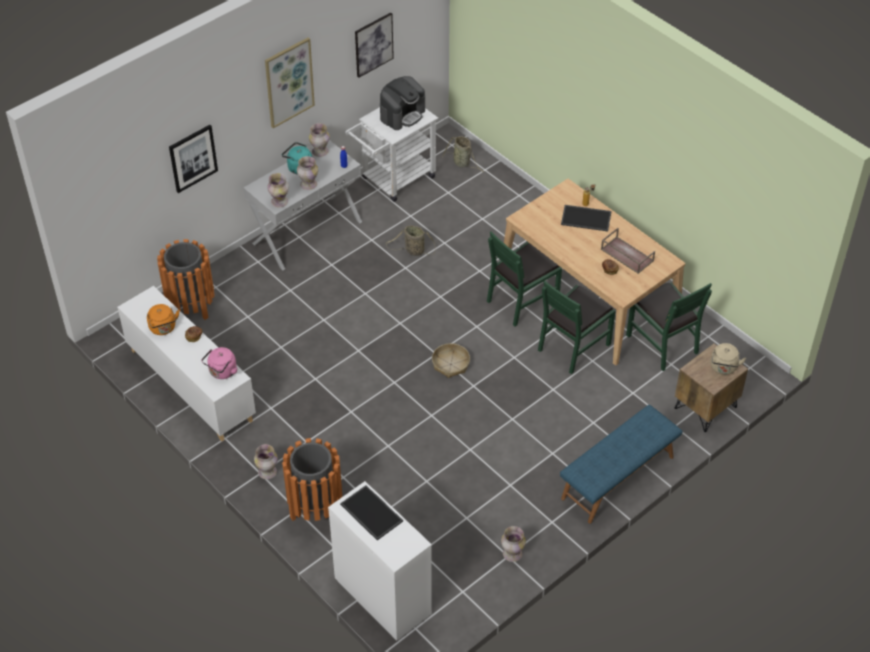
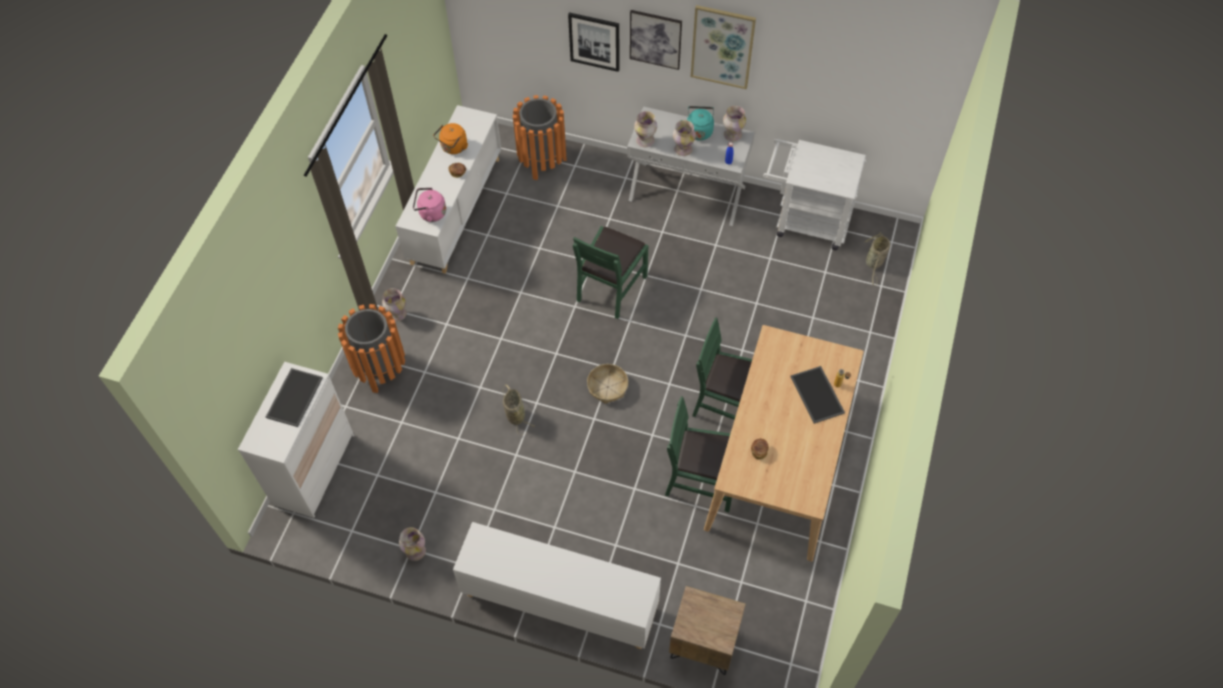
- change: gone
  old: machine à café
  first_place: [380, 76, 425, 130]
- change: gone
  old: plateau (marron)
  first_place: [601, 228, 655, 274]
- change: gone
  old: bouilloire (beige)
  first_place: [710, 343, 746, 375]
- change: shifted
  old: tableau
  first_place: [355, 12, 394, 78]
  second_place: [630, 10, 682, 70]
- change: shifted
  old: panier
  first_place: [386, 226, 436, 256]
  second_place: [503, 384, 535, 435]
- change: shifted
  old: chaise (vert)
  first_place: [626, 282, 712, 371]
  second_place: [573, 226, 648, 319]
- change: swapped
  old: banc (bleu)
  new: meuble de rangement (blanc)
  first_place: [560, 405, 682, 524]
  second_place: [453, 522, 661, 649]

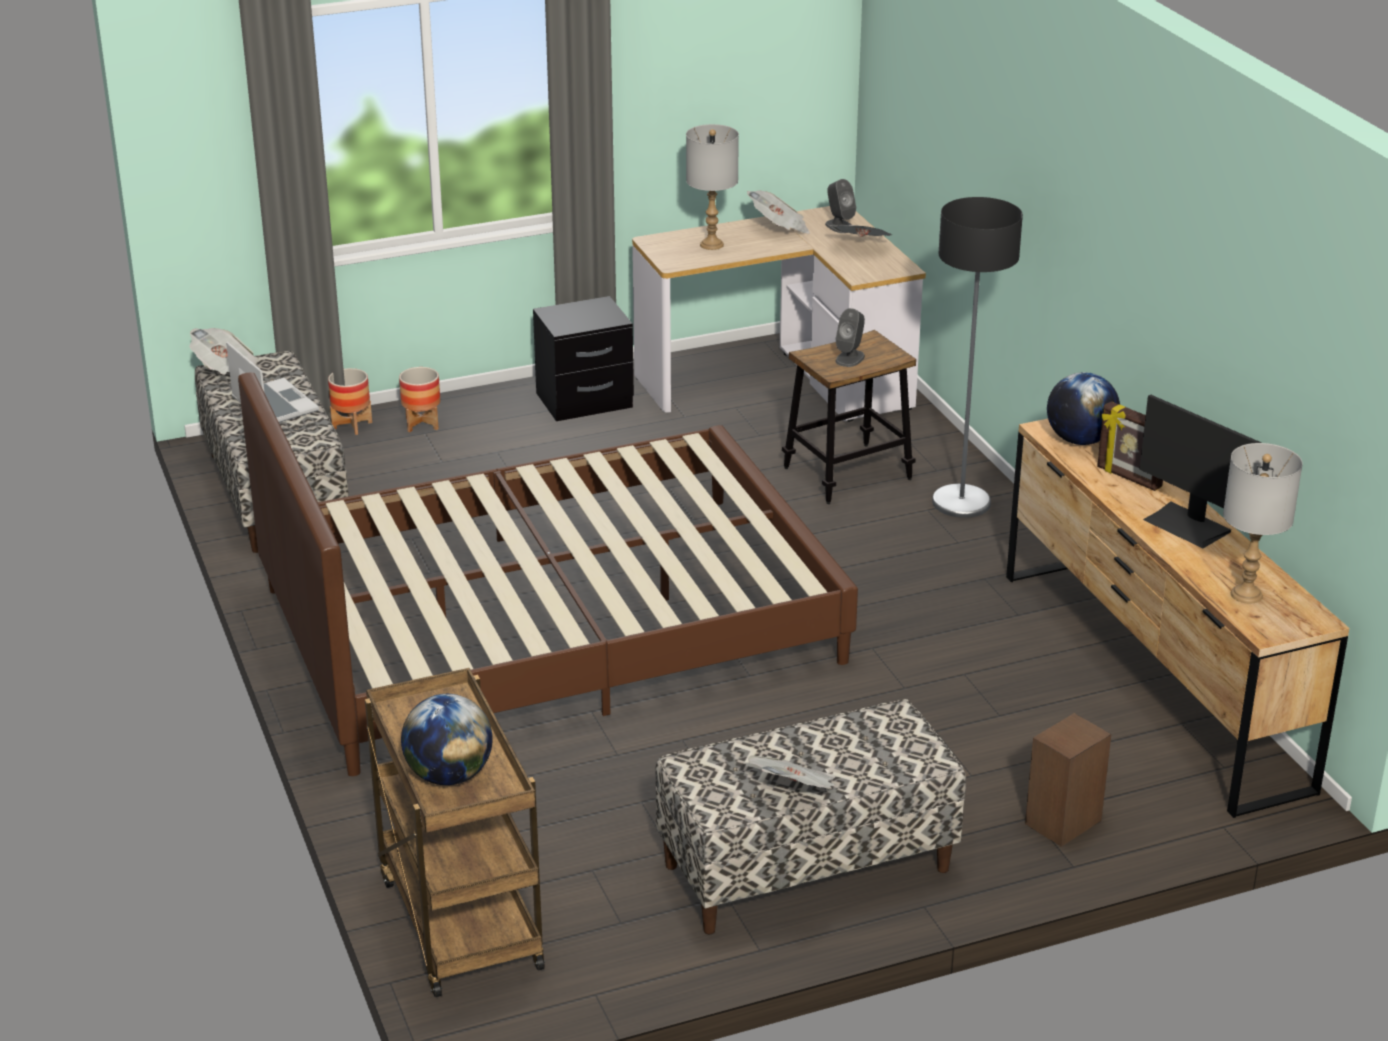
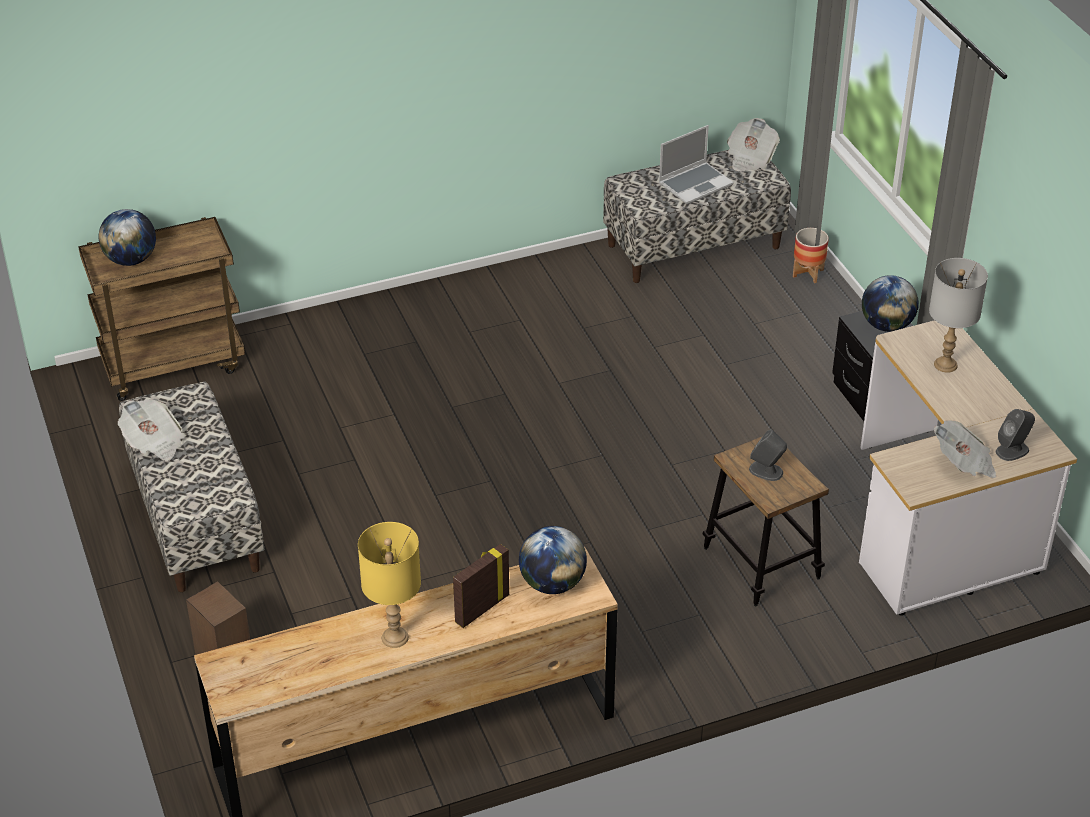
- change: gone
  old: lit (marron)
  first_place: [238, 372, 858, 776]
- change: gone
  old: cache-pot
  first_place: [399, 367, 440, 432]
- change: gone
  old: journal
  first_place: [747, 190, 810, 234]
- change: gone
  old: lampadaire
  first_place: [932, 197, 1023, 518]
- change: gone
  old: lampe de table (gris)
  first_place: [1223, 443, 1303, 604]
- change: new
  new: globe
  second_place: [862, 275, 919, 332]
- change: swapped
  old: écran d'ordinateur
  new: lampe de table (jaune)
  first_place: [1139, 395, 1262, 548]
  second_place: [358, 522, 421, 648]

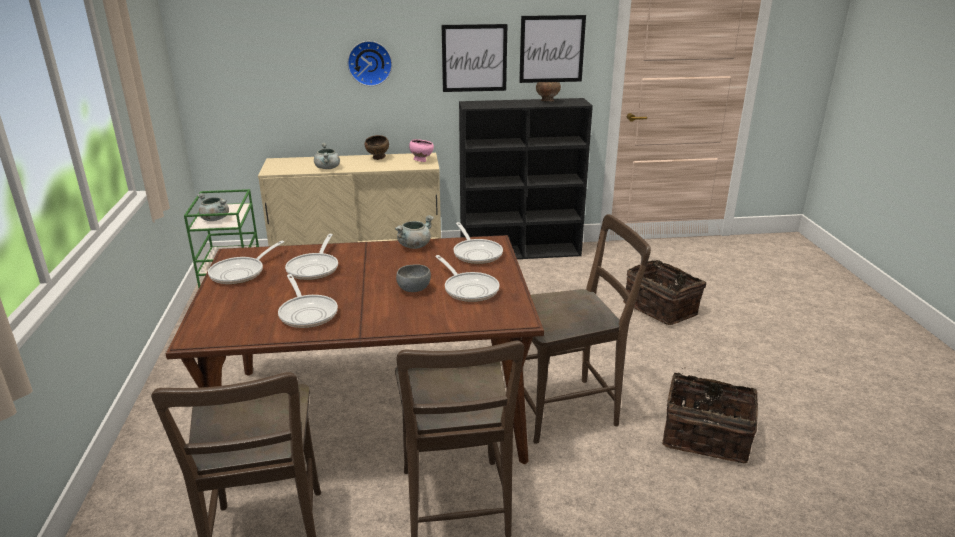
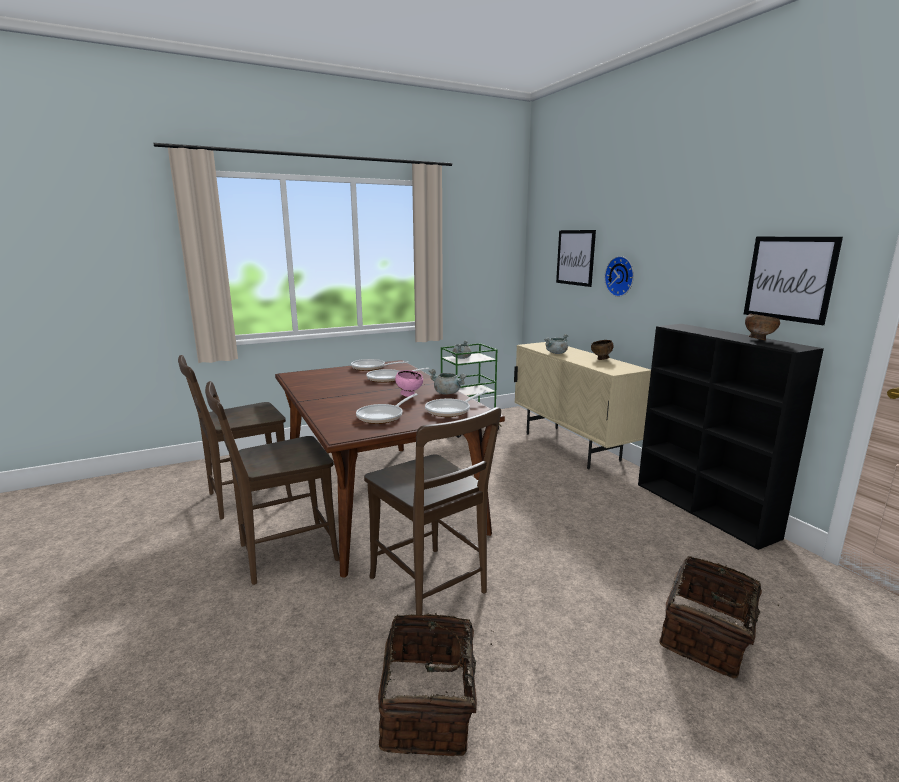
- change: gone
  old: poêle
  first_place: [278, 274, 338, 328]
- change: gone
  old: bol (gris)
  first_place: [396, 264, 431, 292]
- change: shifted
  old: bol (rose)
  first_place: [409, 139, 434, 162]
  second_place: [395, 370, 423, 397]
- change: shifted
  old: tableau
  first_place: [442, 24, 507, 92]
  second_place: [556, 230, 596, 287]

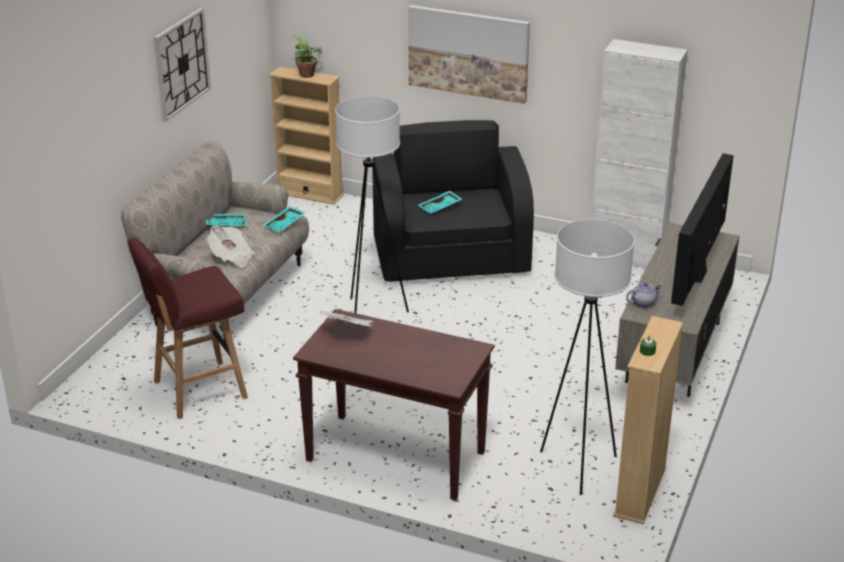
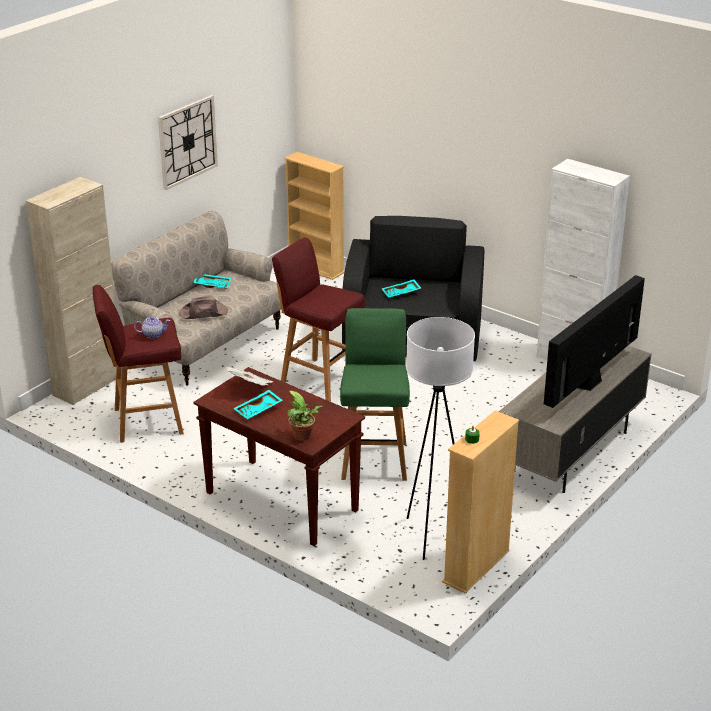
- change: gone
  old: tableau
  first_place: [408, 5, 530, 104]
- change: new
  new: meuble de rangement (beige)
  second_place: [26, 177, 116, 405]
- change: new
  new: tabouret (vert)
  second_place: [340, 308, 410, 481]
- change: shifted
  old: plateau (turquoise)
  first_place: [262, 206, 306, 232]
  second_place: [233, 390, 283, 419]
- change: shifted
  old: plante en pot
  first_place: [293, 36, 321, 78]
  second_place: [287, 391, 323, 441]
- change: shifted
  old: théière
  first_place: [626, 282, 663, 308]
  second_place: [134, 317, 170, 339]
- change: swapped
  old: journal
  new: chapeau (marron)
  first_place: [207, 226, 255, 268]
  second_place: [179, 295, 228, 319]
- change: swapped
  old: lampadaire (blanc)
  new: tabouret (rouge)
  first_place: [335, 96, 409, 313]
  second_place: [272, 237, 365, 401]

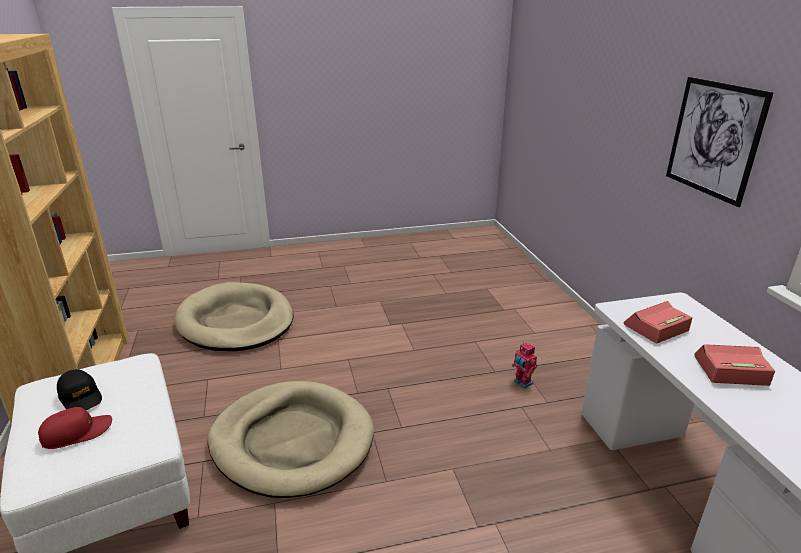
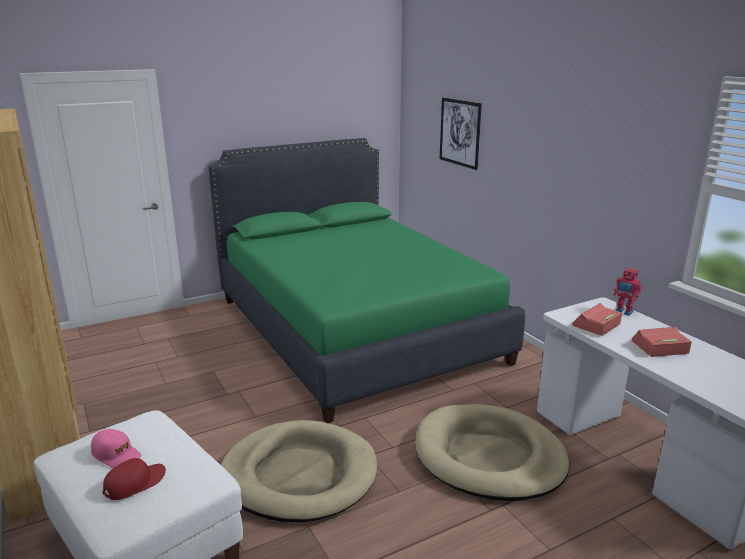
- change: new
  new: lit (vert)
  second_place: [208, 138, 525, 423]
- change: shifted
  old: panier pour chien (beige)
  first_place: [175, 282, 293, 351]
  second_place: [415, 404, 570, 501]
- change: shifted
  old: robot jouet
  first_place: [512, 342, 537, 389]
  second_place: [614, 267, 641, 316]
- change: shifted
  old: tableau
  first_place: [666, 77, 774, 207]
  second_place: [440, 98, 482, 170]
- change: repainted
  old: casquette (noir)
  new: casquette (rose)
  first_place: [57, 369, 102, 410]
  second_place: [91, 429, 141, 468]

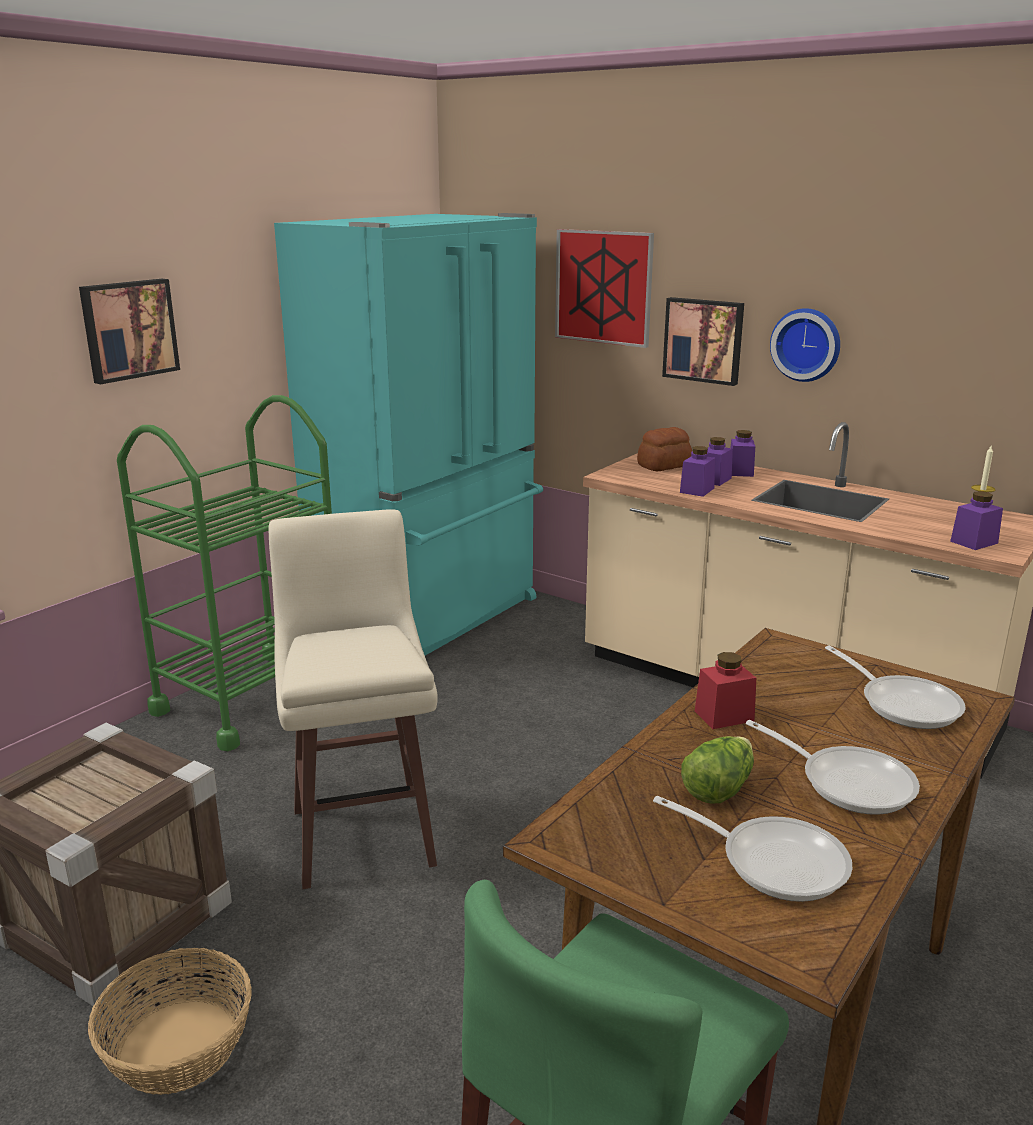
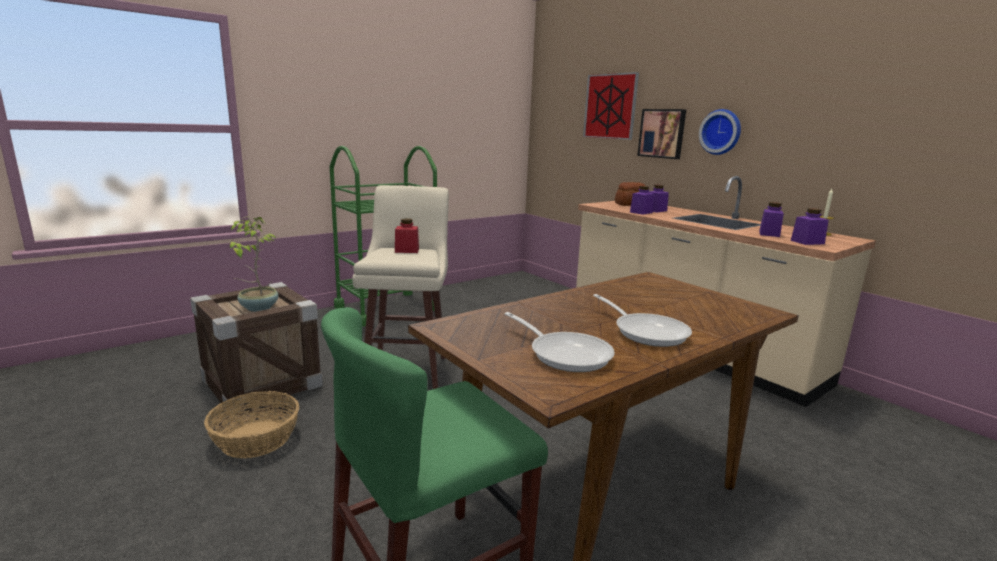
- change: gone
  old: tableau
  first_place: [79, 279, 180, 384]
- change: gone
  old: réfrigérateur (turquoise)
  first_place: [274, 213, 543, 656]
- change: gone
  old: laitue
  first_place: [681, 736, 754, 803]
- change: gone
  old: poêle
  first_place: [825, 646, 966, 729]
- change: new
  new: plante en pot
  second_place: [230, 216, 278, 312]
- change: shifted
  old: bocal (rouge)
  first_place: [695, 652, 756, 729]
  second_place: [395, 218, 419, 253]
- change: shifted
  old: bocal (violet)
  first_place: [730, 430, 755, 477]
  second_place: [759, 202, 784, 237]

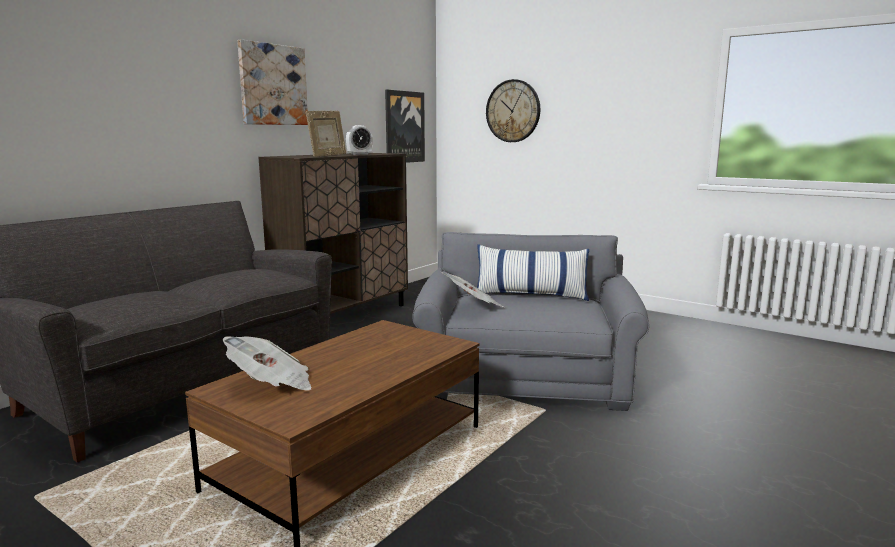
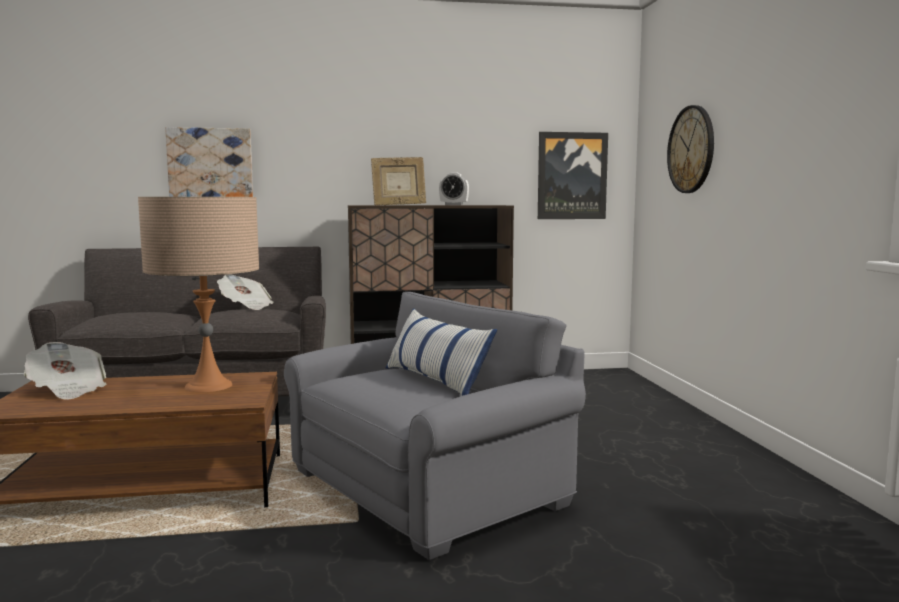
- change: new
  new: lampe de table (beige)
  second_place: [138, 197, 259, 392]
- change: shifted
  old: tableau
  first_place: [237, 39, 308, 125]
  second_place: [165, 127, 253, 197]
- change: shifted
  old: journal
  first_place: [441, 272, 504, 307]
  second_place: [217, 275, 274, 310]

